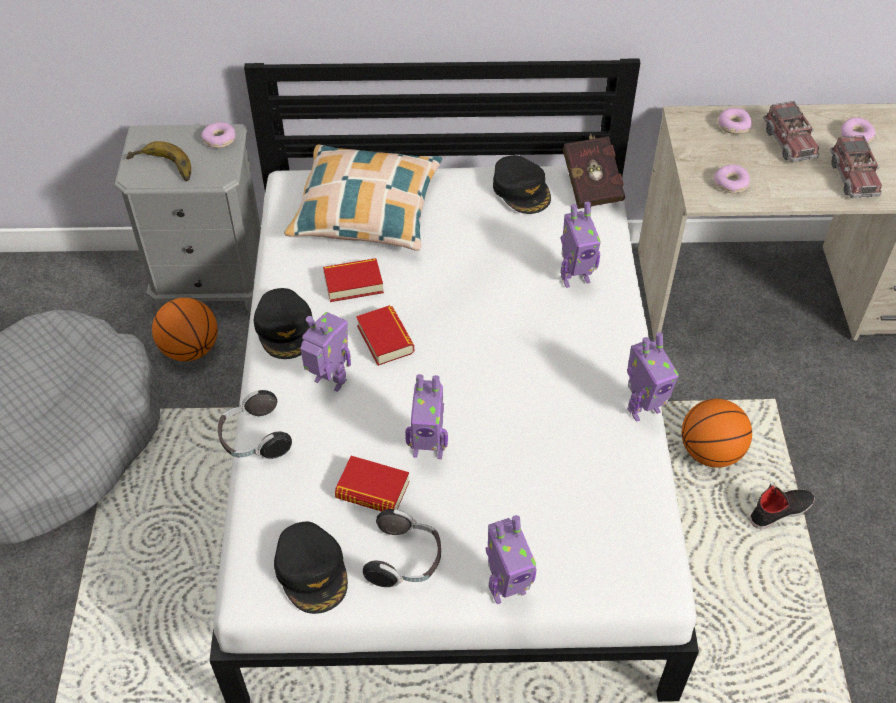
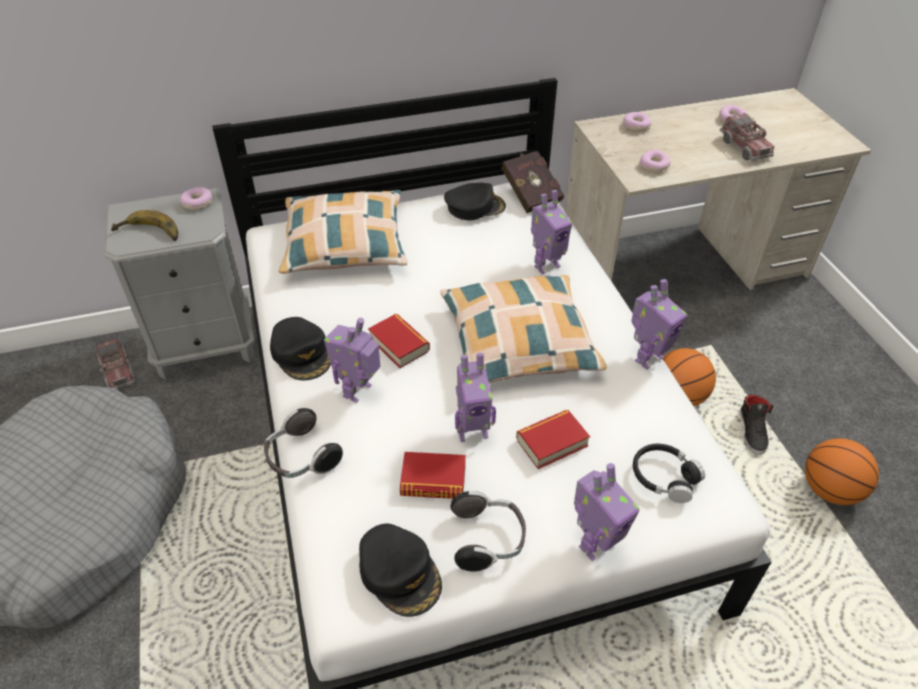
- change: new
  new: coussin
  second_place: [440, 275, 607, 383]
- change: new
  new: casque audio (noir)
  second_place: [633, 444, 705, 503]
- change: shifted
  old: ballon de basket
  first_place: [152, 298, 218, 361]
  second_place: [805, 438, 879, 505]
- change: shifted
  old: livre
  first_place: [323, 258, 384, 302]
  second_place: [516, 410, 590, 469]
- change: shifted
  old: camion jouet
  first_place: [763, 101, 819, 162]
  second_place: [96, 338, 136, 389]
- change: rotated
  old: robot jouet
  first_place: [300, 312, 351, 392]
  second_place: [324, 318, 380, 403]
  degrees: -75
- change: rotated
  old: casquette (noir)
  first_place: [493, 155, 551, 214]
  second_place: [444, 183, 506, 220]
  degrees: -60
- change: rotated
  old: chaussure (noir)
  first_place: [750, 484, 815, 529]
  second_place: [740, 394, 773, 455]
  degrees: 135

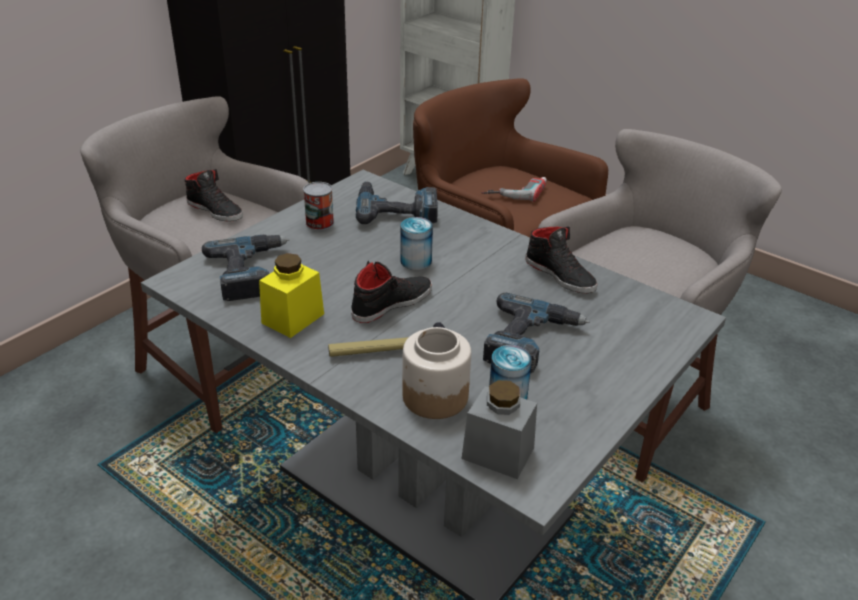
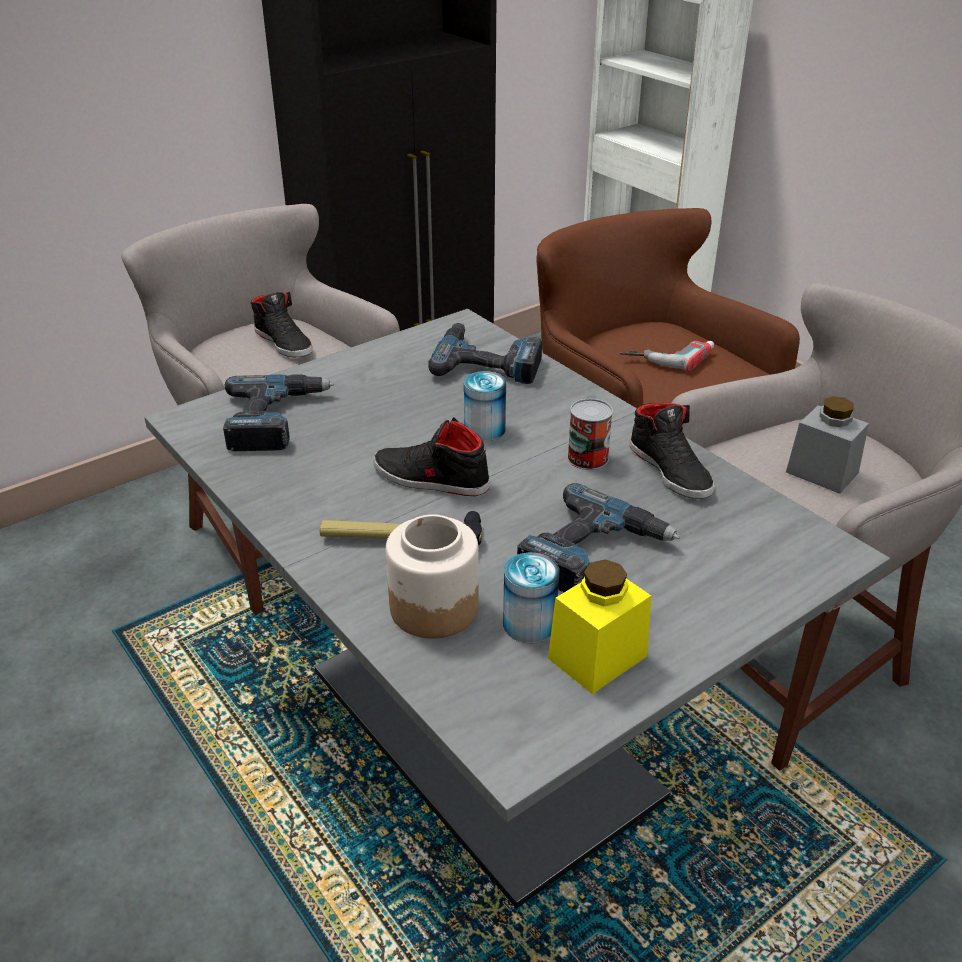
- change: shifted
  old: bocal (jaune)
  first_place: [259, 253, 324, 338]
  second_place: [548, 559, 651, 694]
- change: shifted
  old: boîte métallique
  first_place: [303, 182, 334, 230]
  second_place: [567, 399, 613, 470]
- change: shifted
  old: bocal (gris)
  first_place: [461, 380, 537, 479]
  second_place: [786, 396, 869, 494]
- change: rotated
  old: chaussure (noir)
  first_place: [351, 261, 432, 323]
  second_place: [374, 417, 490, 496]
  degrees: -135

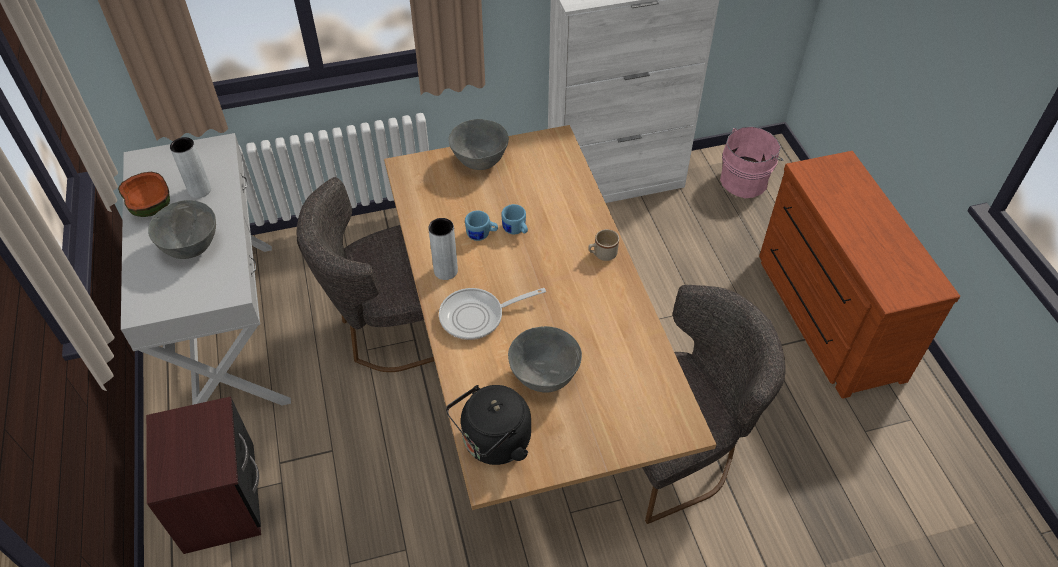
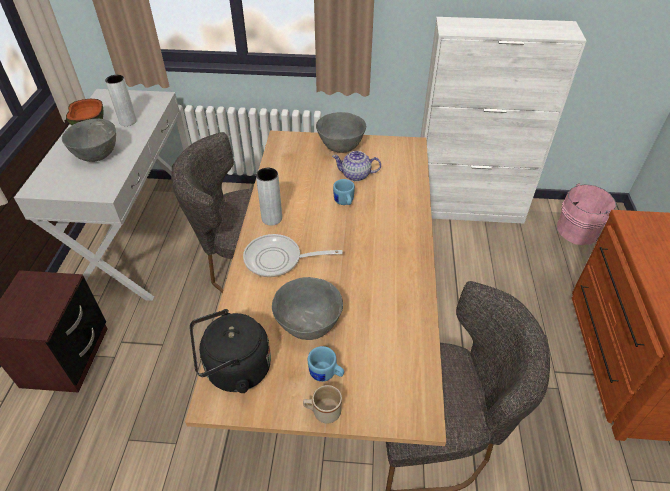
- change: new
  new: théière
  second_place: [332, 151, 381, 181]
- change: shifted
  old: mug (bleu)
  first_place: [465, 211, 498, 241]
  second_place: [308, 346, 344, 382]
- change: shifted
  old: mug (beige)
  first_place: [588, 229, 619, 261]
  second_place: [303, 385, 342, 424]

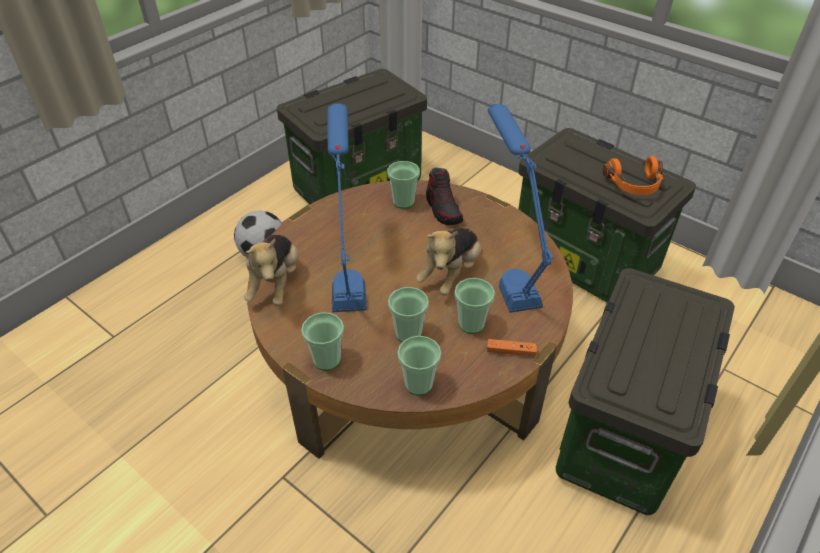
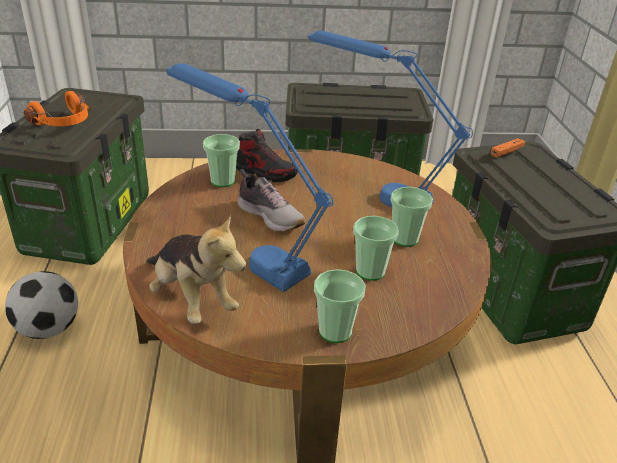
- change: gone
  old: tasse
  first_place: [398, 336, 441, 396]
- change: gone
  old: peluche
  first_place: [416, 227, 481, 296]
- change: new
  new: chaussure
  second_place: [238, 169, 305, 232]
- change: shifted
  old: manette (orange)
  first_place: [487, 339, 537, 356]
  second_place: [491, 138, 525, 158]
- change: shifted
  old: casque audio (orange)
  first_place: [603, 156, 663, 195]
  second_place: [24, 91, 89, 126]

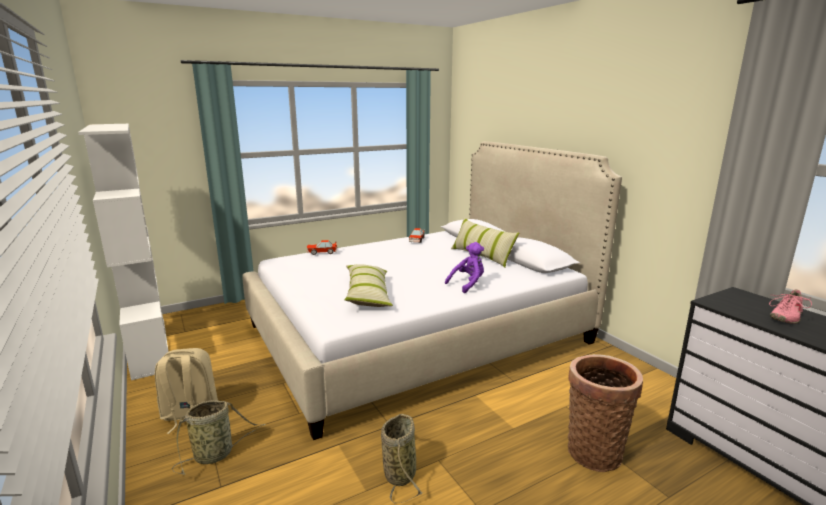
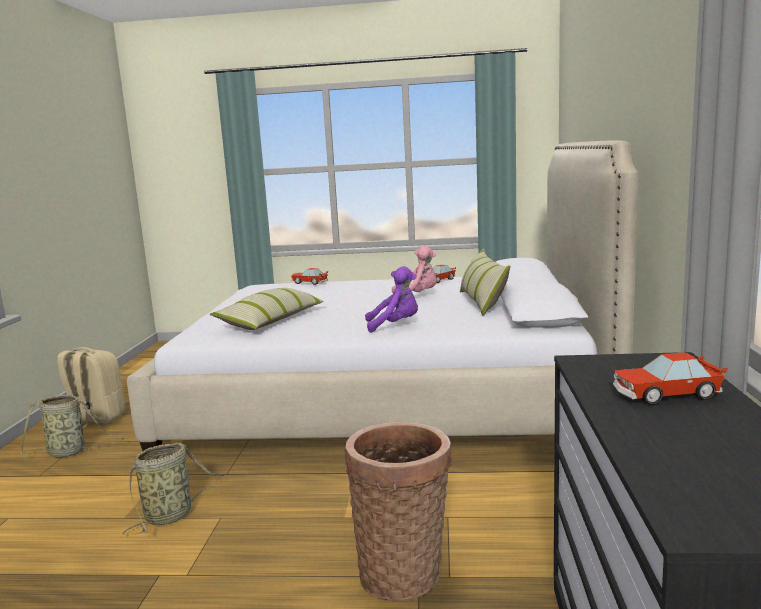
- change: gone
  old: bibliothèque (blanc)
  first_place: [78, 124, 169, 380]
- change: new
  new: peluche (rose)
  second_place: [392, 246, 437, 293]
- change: swapped
  old: chaussure (rose)
  new: petite voiture
  first_place: [769, 289, 812, 324]
  second_place: [613, 352, 728, 405]

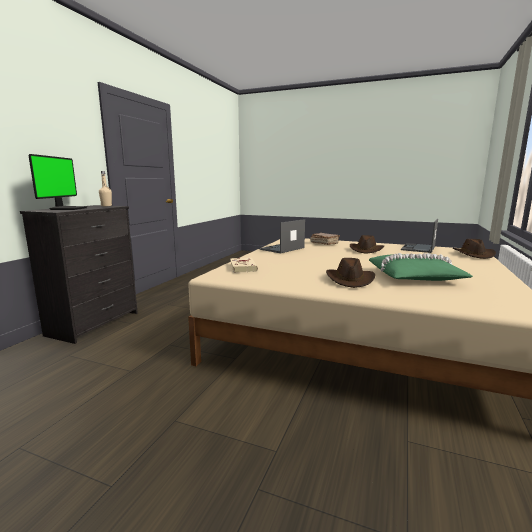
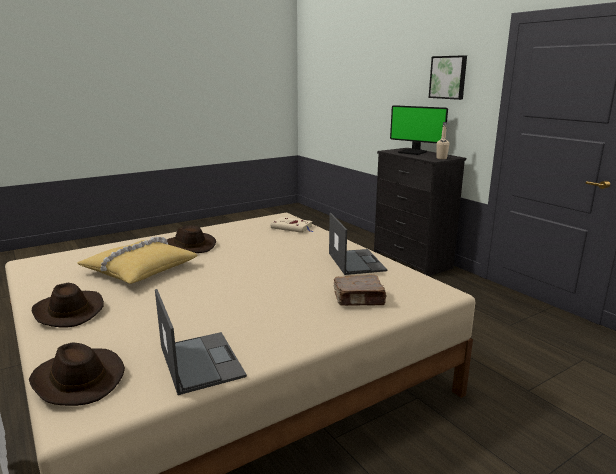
- change: new
  new: tableau
  second_place: [429, 55, 467, 100]
- change: shifted
  old: chapeau (marron)
  first_place: [350, 235, 384, 253]
  second_place: [32, 283, 104, 327]
- change: repainted
  old: coussin (vert)
  new: coussin (jaune)
  first_place: [369, 253, 473, 281]
  second_place: [77, 237, 197, 284]

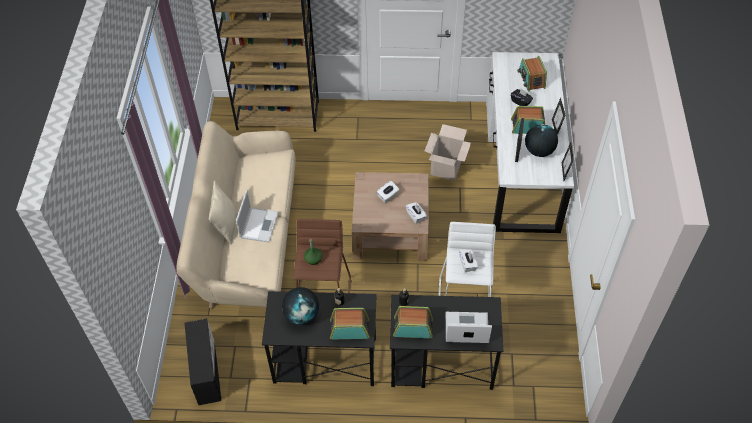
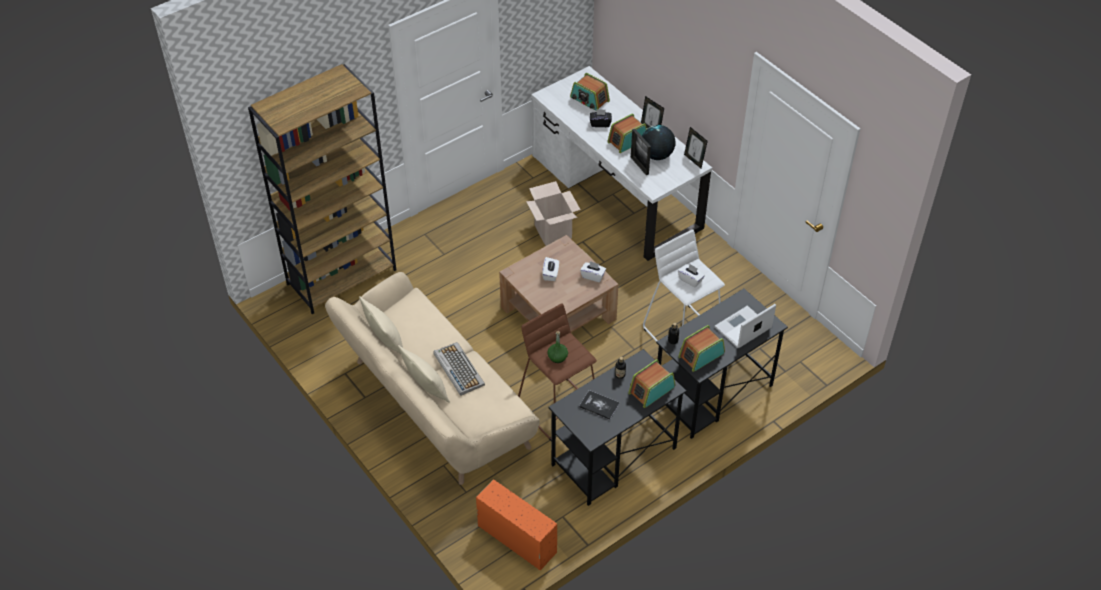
- change: new
  new: coussin (beige)
  second_place: [359, 296, 403, 354]
- change: swapped
  old: ordinateur portable
  new: clavier
  first_place: [236, 190, 278, 242]
  second_place: [433, 342, 485, 396]
- change: swapped
  old: globe
  new: livre
  first_place: [282, 287, 319, 325]
  second_place: [579, 390, 620, 420]
- change: repainted
  old: boîte de rangement (noir)
  new: boîte de rangement (orange)
  first_place: [184, 318, 221, 405]
  second_place: [476, 480, 557, 571]

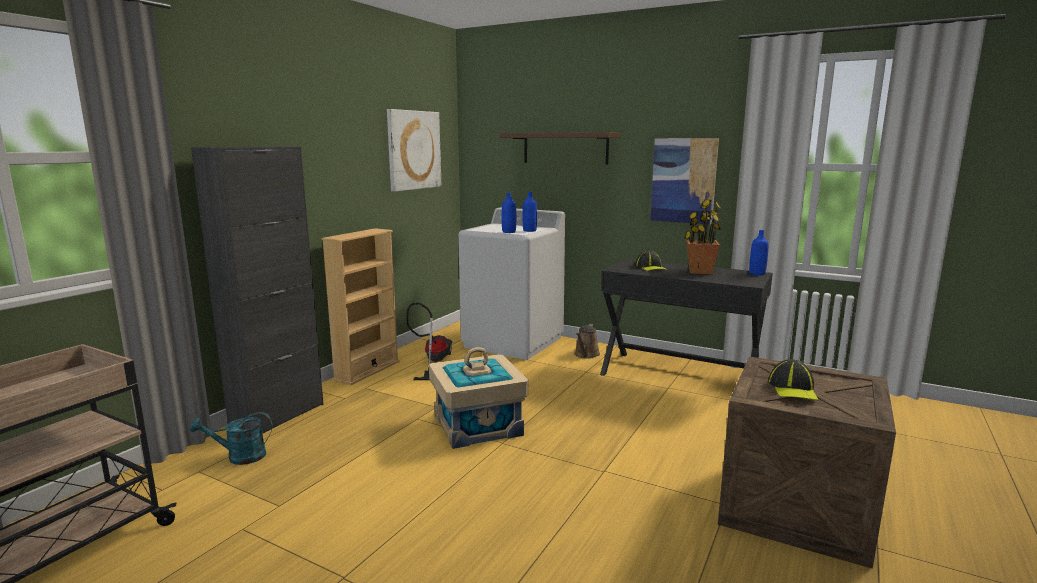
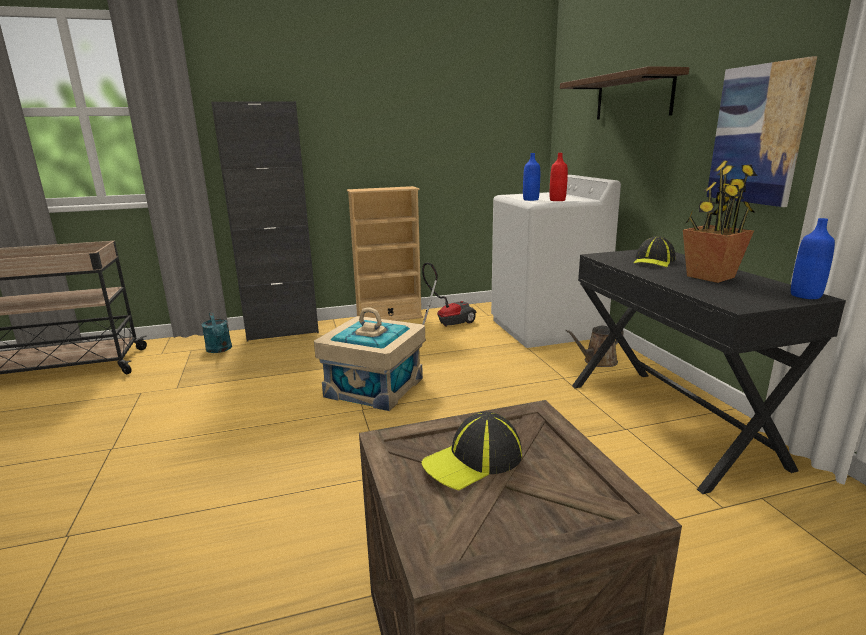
- change: gone
  old: tableau
  first_place: [387, 109, 441, 192]
- change: repainted
  old: bouteille (bleu)
  new: bouteille (rouge)
  first_place: [523, 192, 537, 232]
  second_place: [550, 153, 568, 201]
- change: rotated
  old: arrosoir (turquoise)
  first_place: [190, 412, 272, 465]
  second_place: [202, 312, 232, 353]
  degrees: -150

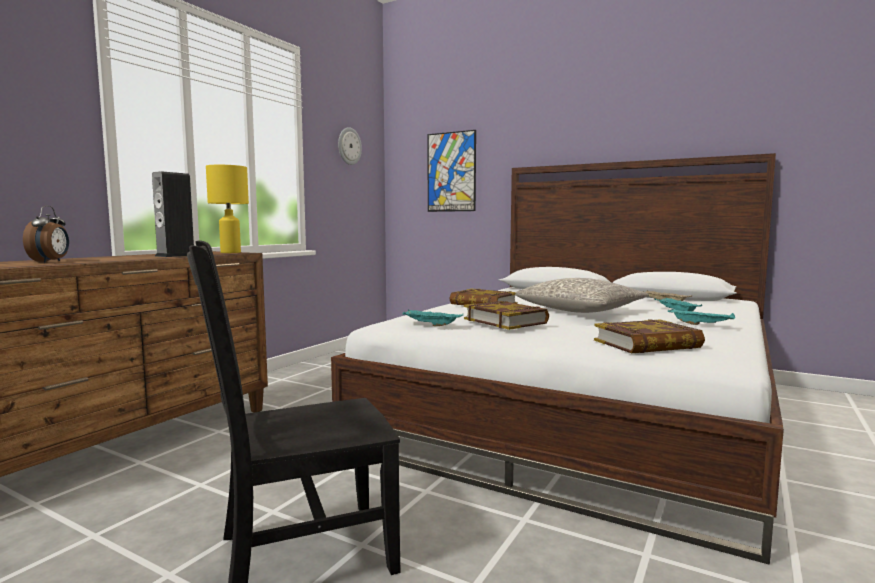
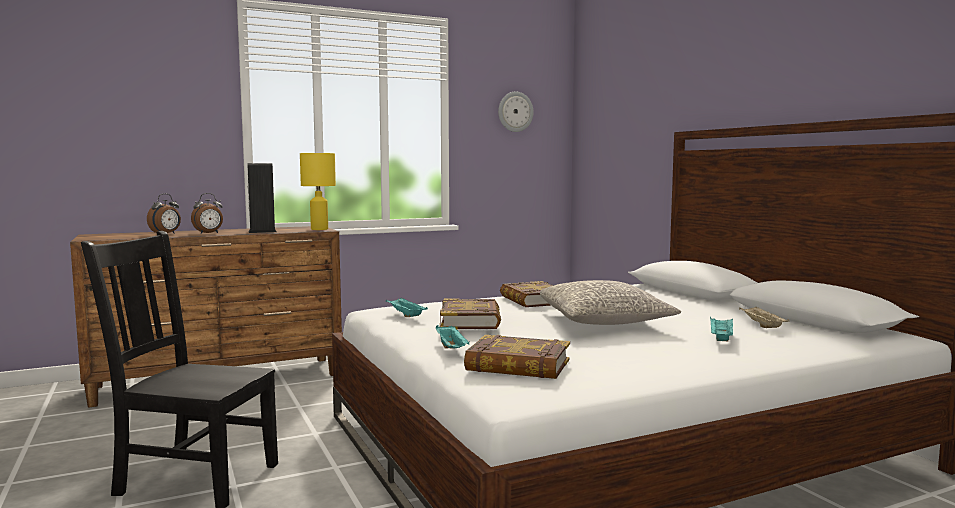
- change: gone
  old: tableau
  first_place: [428, 130, 476, 212]
- change: new
  new: réveil
  second_place: [191, 193, 223, 234]
- change: shifted
  old: plateau (turquoise)
  first_place: [668, 309, 735, 325]
  second_place: [436, 325, 469, 349]

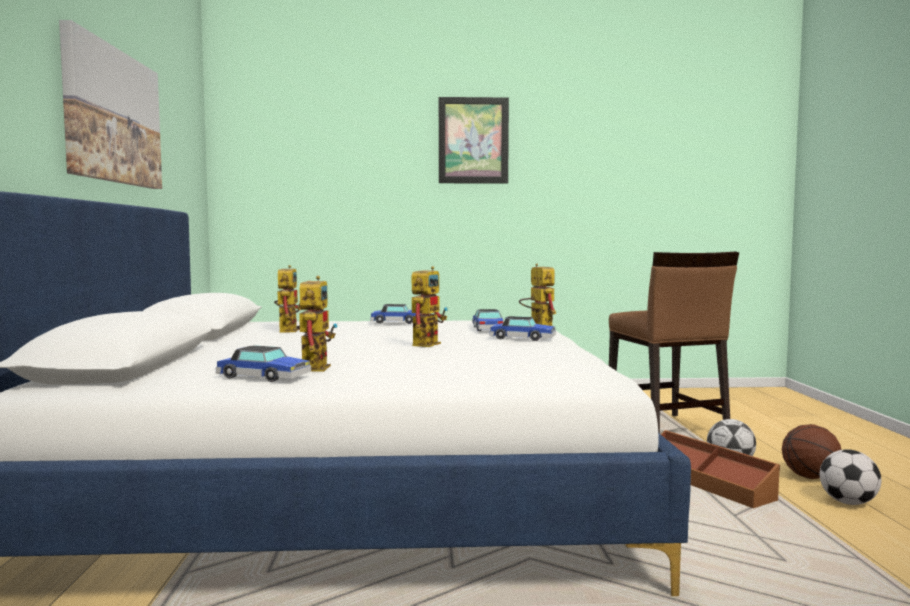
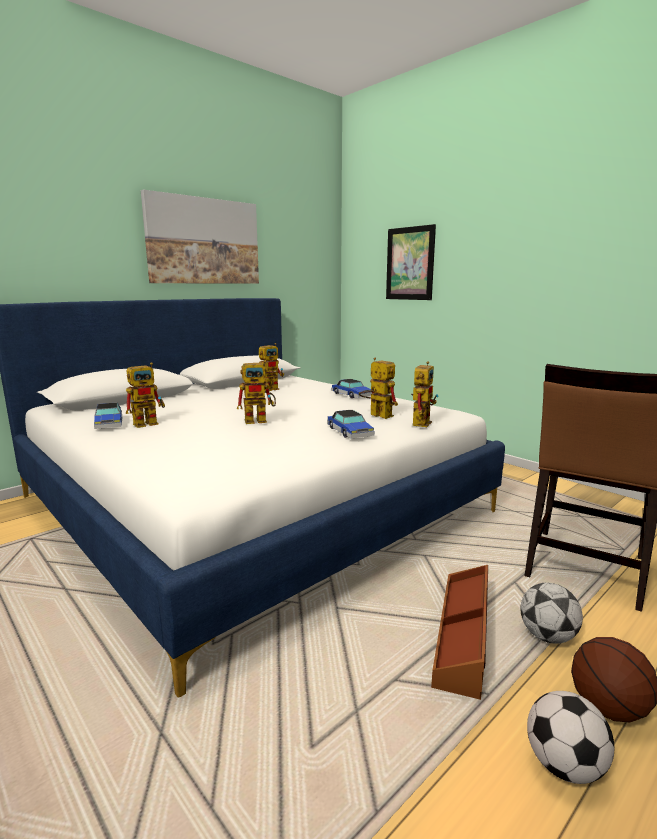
- change: shifted
  old: tableau
  first_place: [439, 97, 509, 184]
  second_place: [386, 224, 436, 300]
- change: swapped
  old: petite voiture
  new: robot jouet
  first_place: [472, 309, 504, 331]
  second_place: [359, 358, 398, 419]

